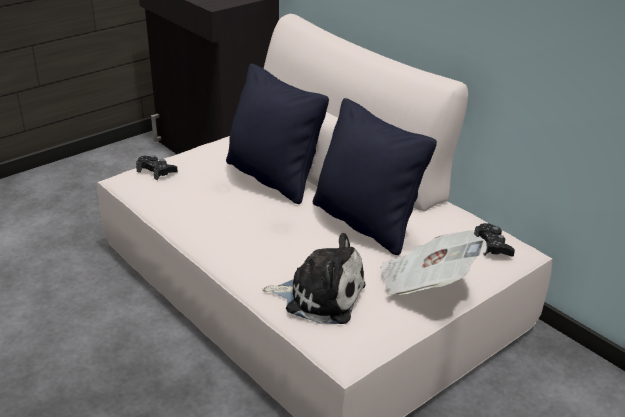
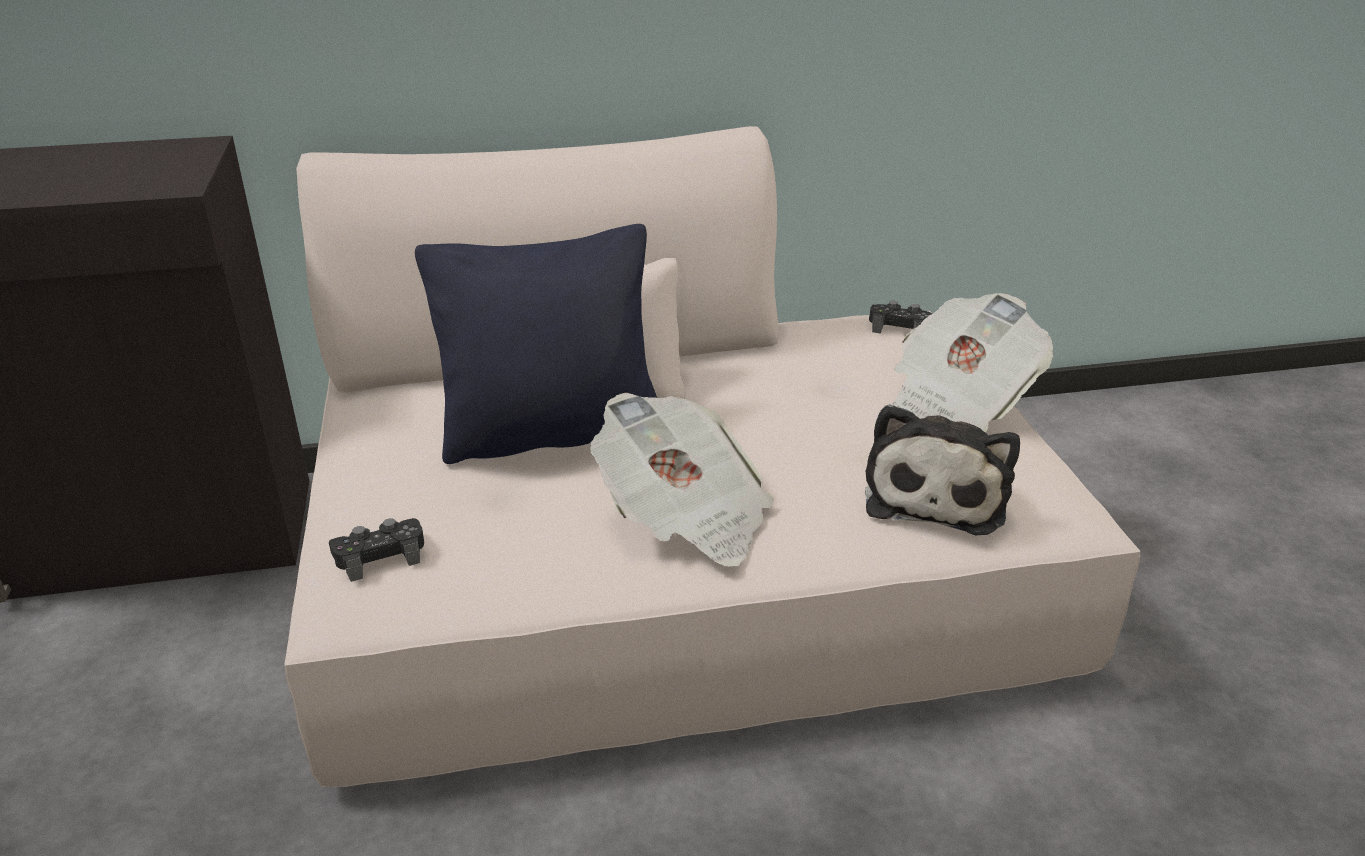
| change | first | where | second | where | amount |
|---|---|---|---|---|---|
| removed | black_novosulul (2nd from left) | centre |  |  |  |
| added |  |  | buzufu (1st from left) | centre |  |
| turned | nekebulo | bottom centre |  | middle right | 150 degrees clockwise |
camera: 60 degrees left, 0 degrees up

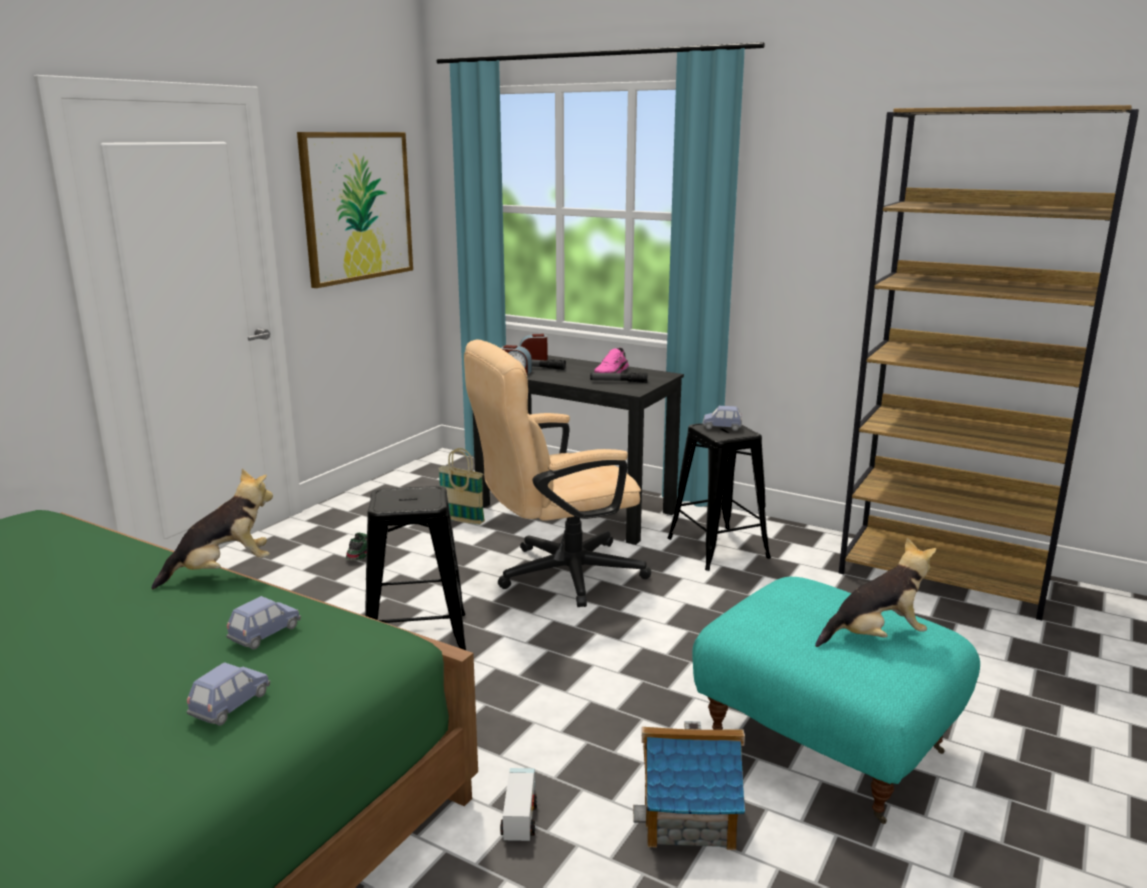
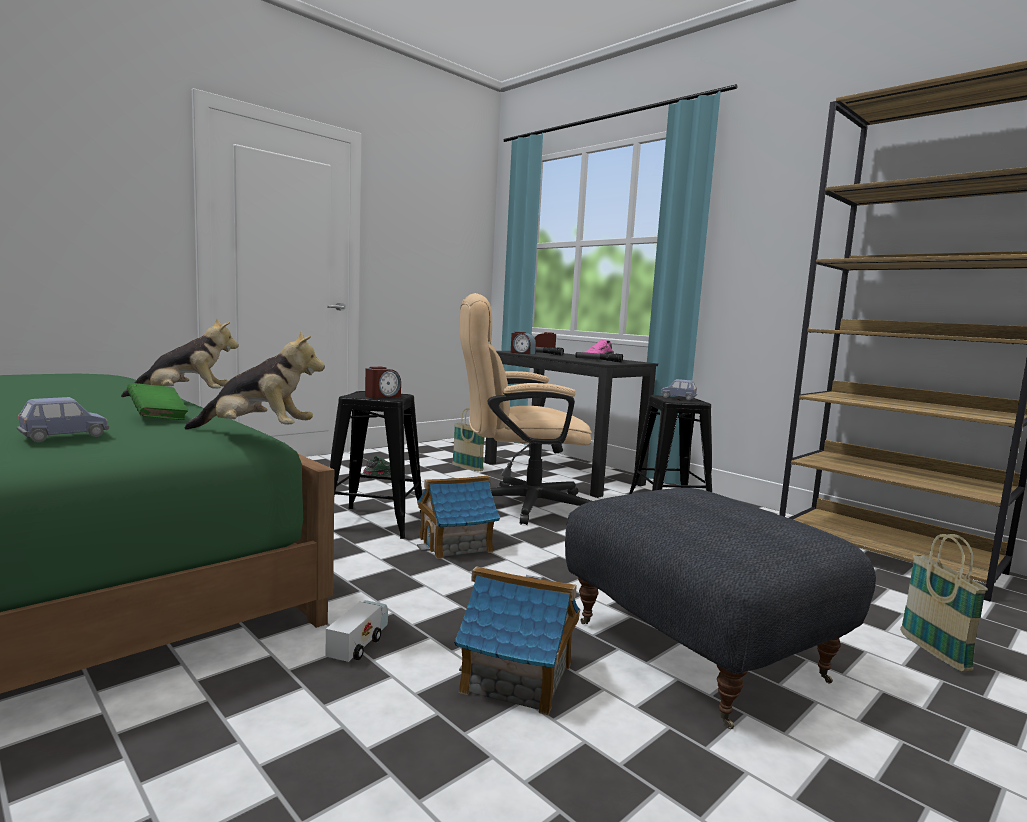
| change | first | where | second | where | amount |
|---|---|---|---|---|---|
| removed | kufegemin | top left |  |  |  |
| added |  |  | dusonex (1st from left) | centre |  |
| added |  |  | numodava (1st from left) | centre |  |
| added |  |  | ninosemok (2nd from left) | bottom right |  |
| moved | nekebulo (2nd from left) | bottom right |  | middle left |  |
| replaced | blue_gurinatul (2nd from left) | bottom left | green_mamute | middle left |  |
| recoloured | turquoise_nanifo | bottom right | grey_nanifo | bottom right |  |
camera: 15 degrees right, 10 degrees down

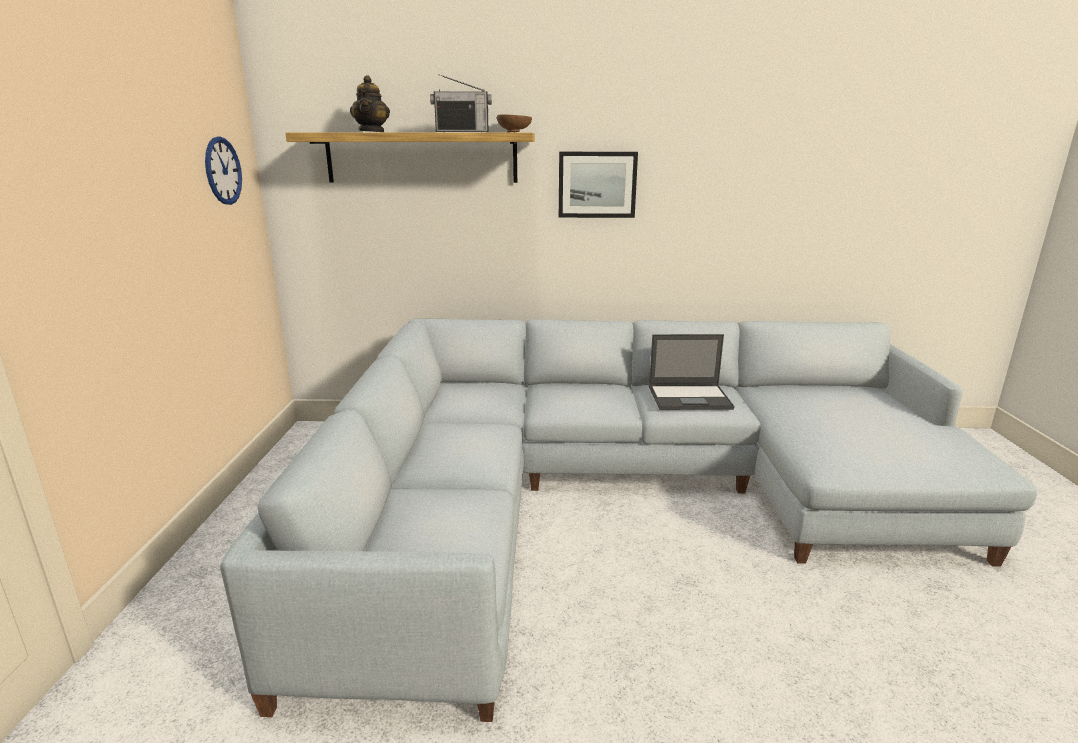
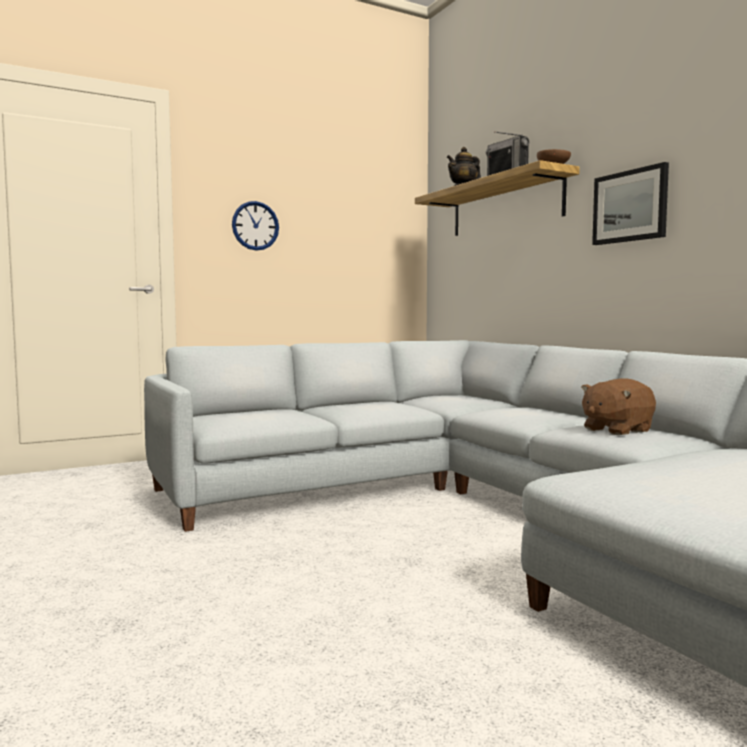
| change | first | where | second | where | amount |
|---|---|---|---|---|---|
| moved | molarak | top left |  | top centre |  |
| replaced | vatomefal | centre | brown_nekebulo | middle right |  |
camera: 60 degrees right, 15 degrees down

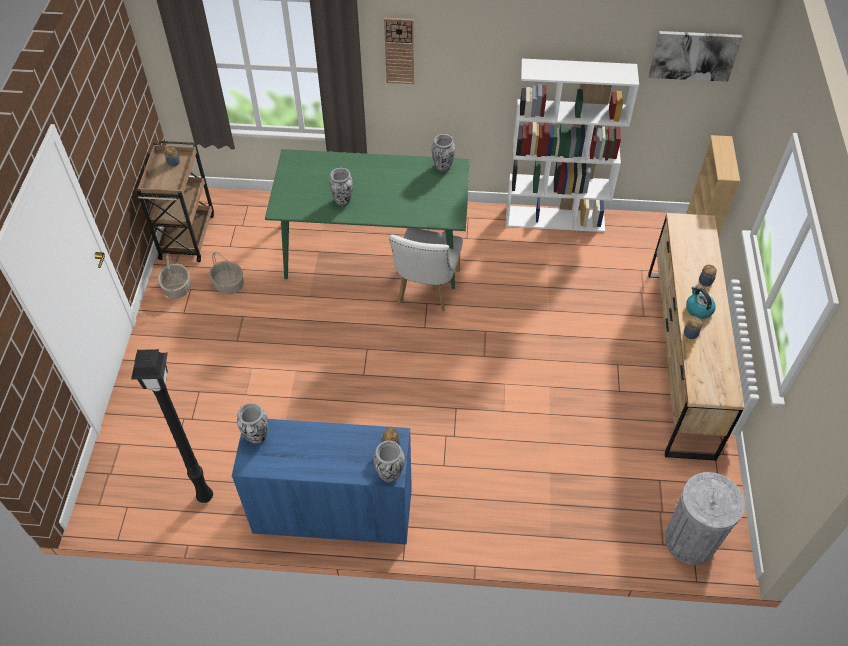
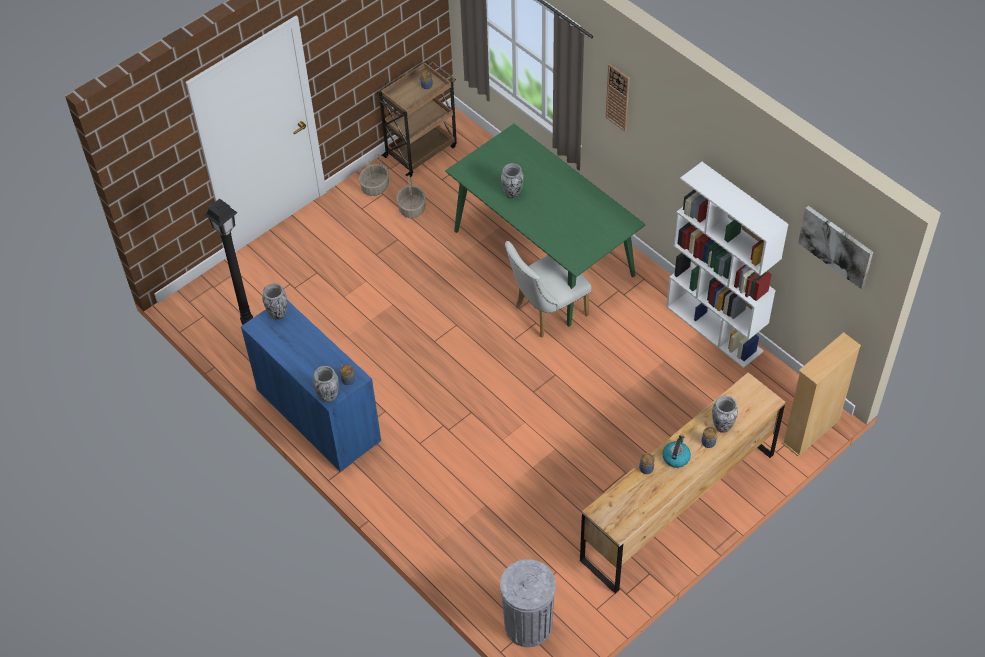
| change | first | where | second | where | amount |
|---|---|---|---|---|---|
| moved | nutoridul (4th from left) | top centre |  | middle right |  |
camera: 45 degrees right, 0 degrees up

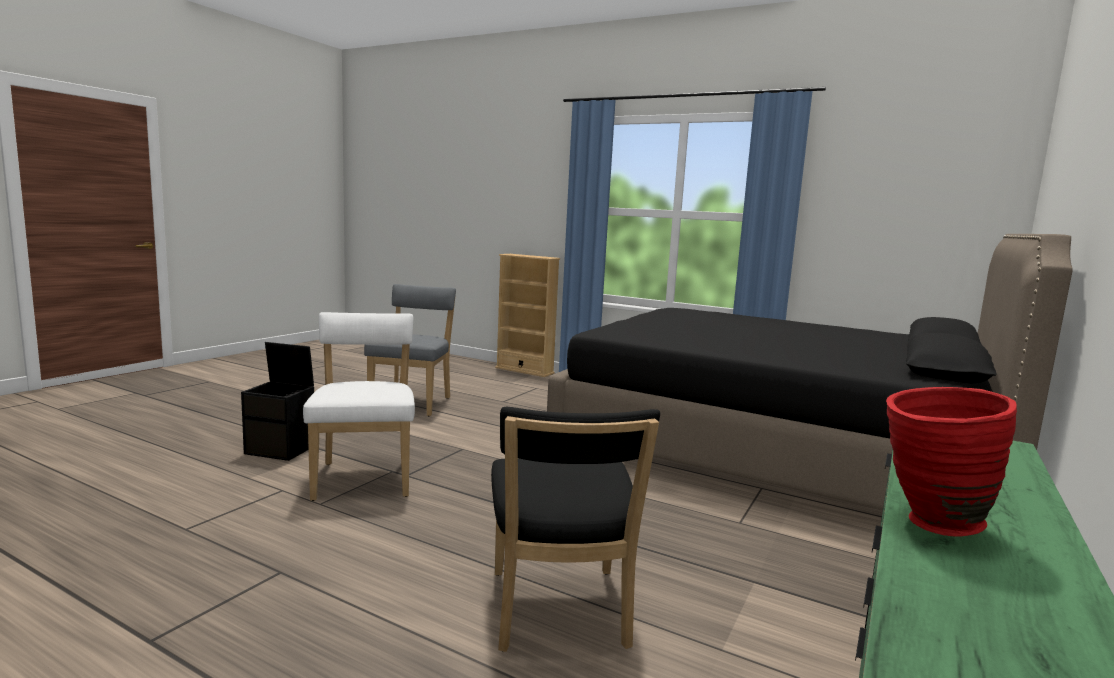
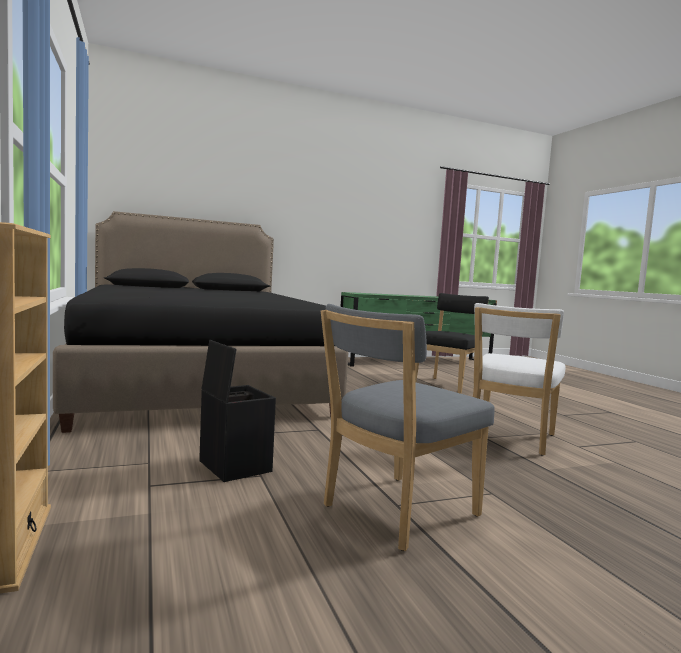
| change | first | where | second | where | amount |
|---|---|---|---|---|---|
| removed | red_nutoridul | bottom right |  |  |  |
| moved | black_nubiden | middle left |  | centre |  |
camera: 140 degrees left, 5 degrees down

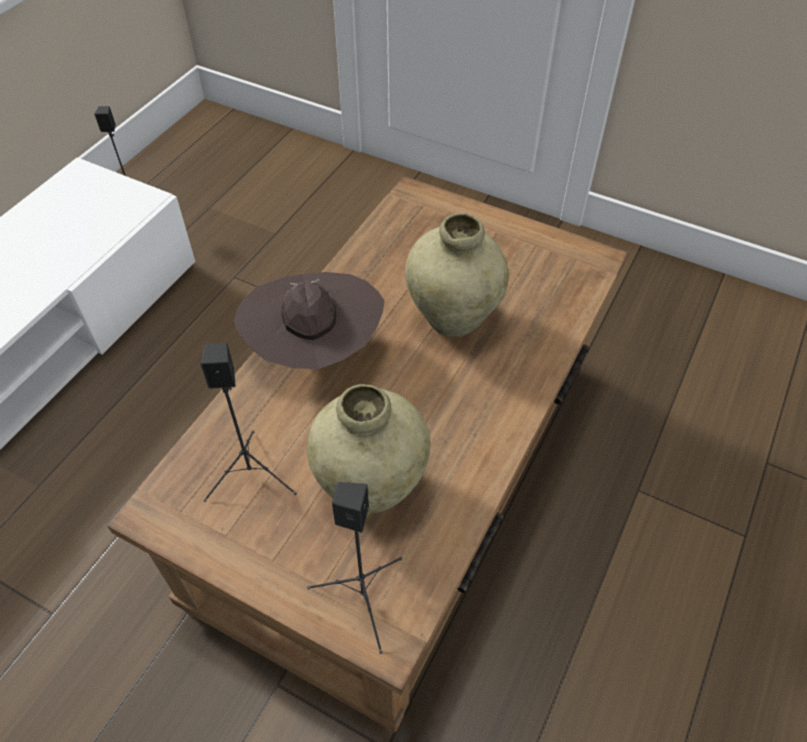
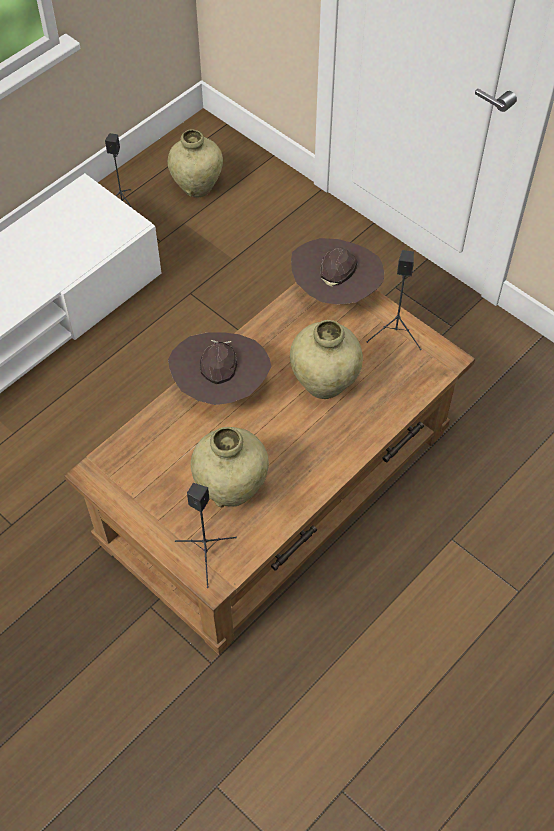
| change | first | where | second | where | amount |
|---|---|---|---|---|---|
| added |  |  | beige_nutoridul (1st from left) | top centre |  |
| added |  |  | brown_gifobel (2nd from left) | top centre |  |
| moved | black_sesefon (2nd from left in the first image) | middle left | black_sesefon (3rd from left) | middle right |  |
camera: 15 degrees right, 5 degrees up

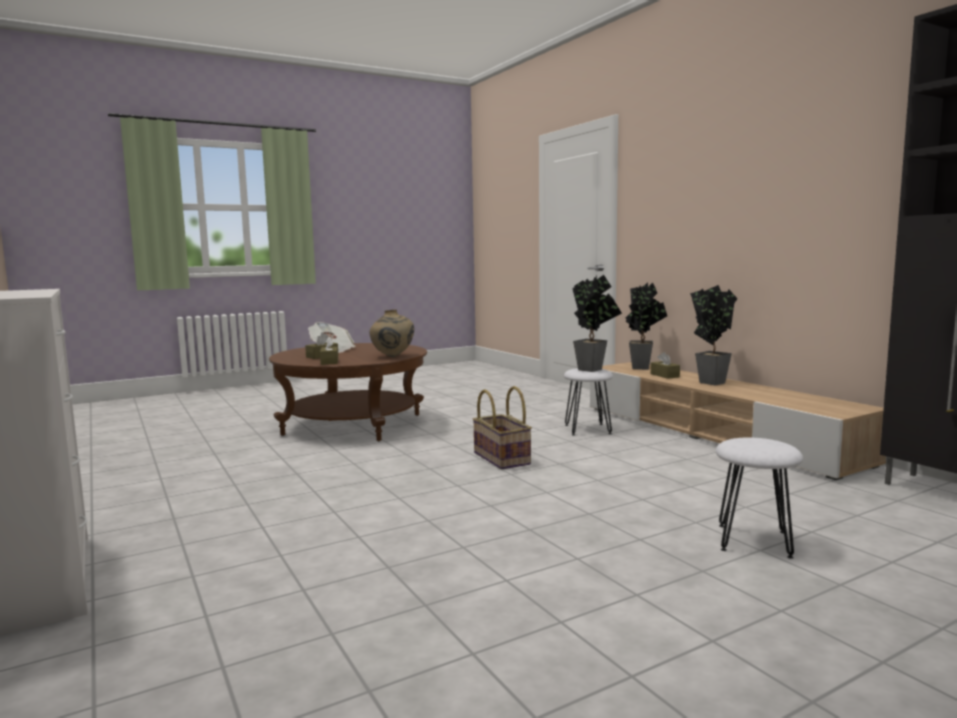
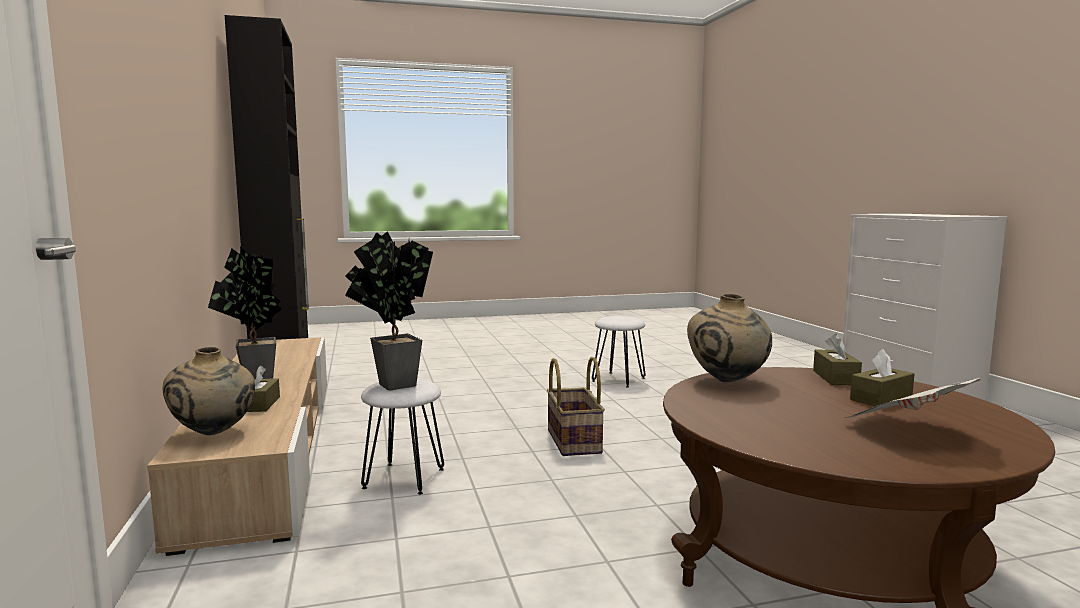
| change | first | where | second | where | amount |
|---|---|---|---|---|---|
| moved | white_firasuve (2nd from left) | bottom right |  | centre |  |
| replaced | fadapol (2nd from left) | middle right | beige_nutoridul (1st from left) | middle left |  |
camera: 165 degrees left, 0 degrees up

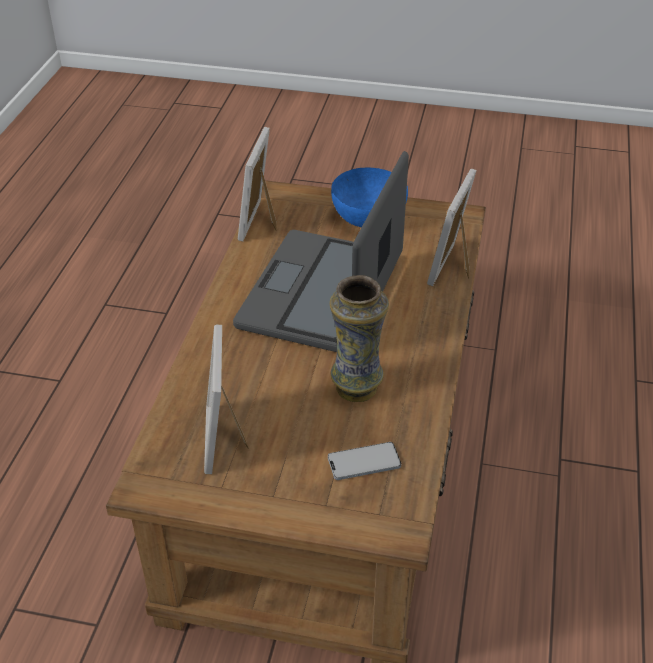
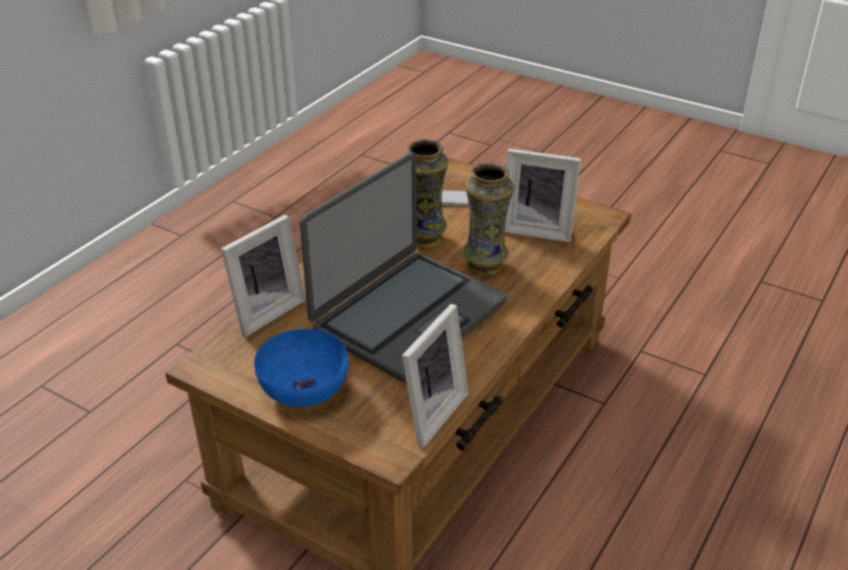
| change | first | where | second | where | amount |
|---|---|---|---|---|---|
| added |  |  | nutoridul (2nd from left) | centre |  |
| turned | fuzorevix (1st from left in the first image) | centre | fuzorevix (3rd from left) | centre | 90 degrees clockwise |
camera: 160 degrees left, 5 degrees down

